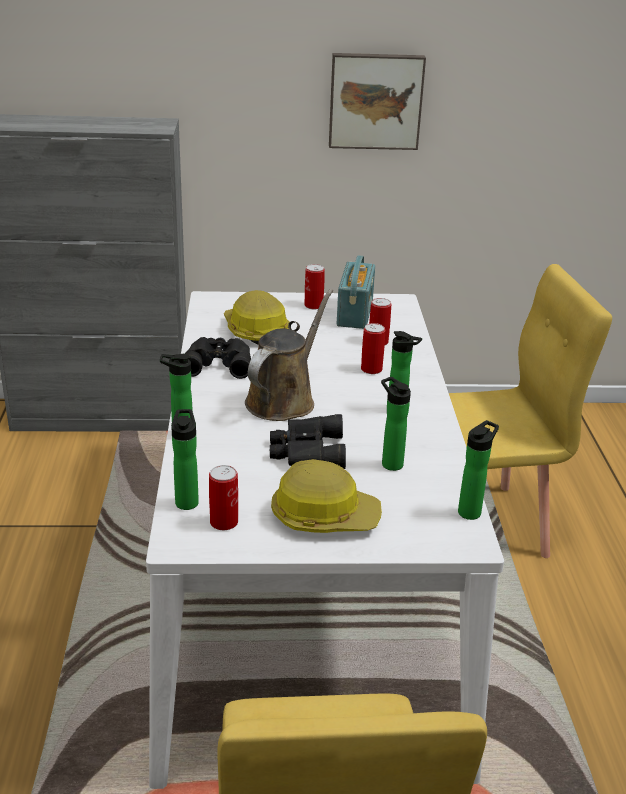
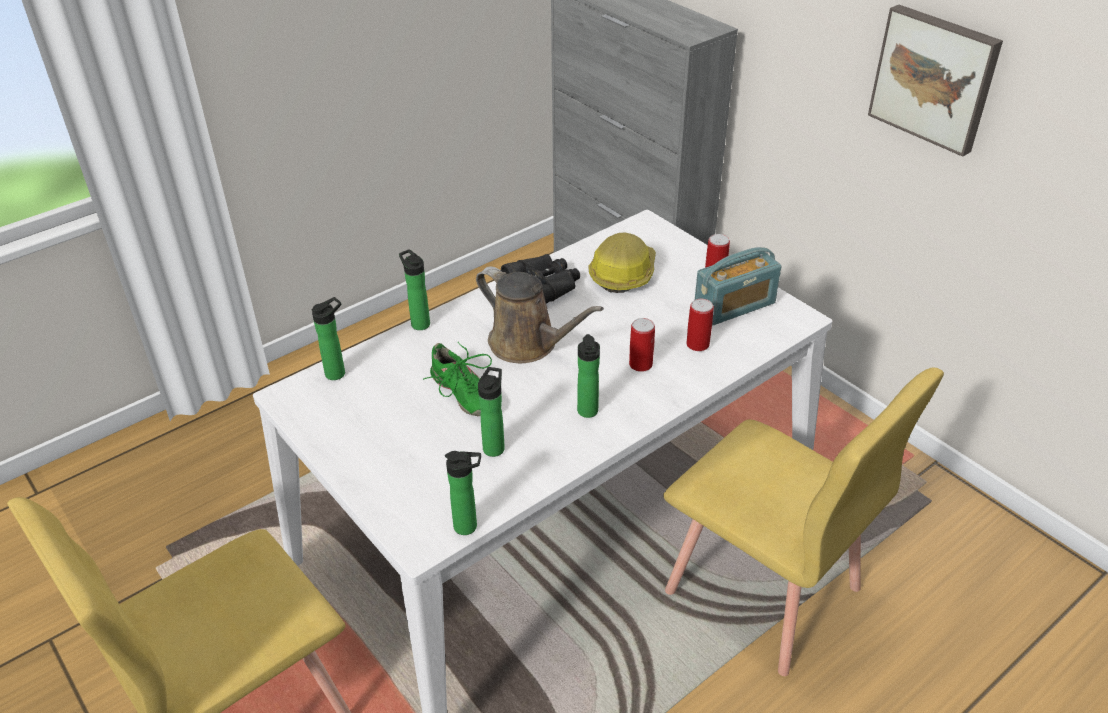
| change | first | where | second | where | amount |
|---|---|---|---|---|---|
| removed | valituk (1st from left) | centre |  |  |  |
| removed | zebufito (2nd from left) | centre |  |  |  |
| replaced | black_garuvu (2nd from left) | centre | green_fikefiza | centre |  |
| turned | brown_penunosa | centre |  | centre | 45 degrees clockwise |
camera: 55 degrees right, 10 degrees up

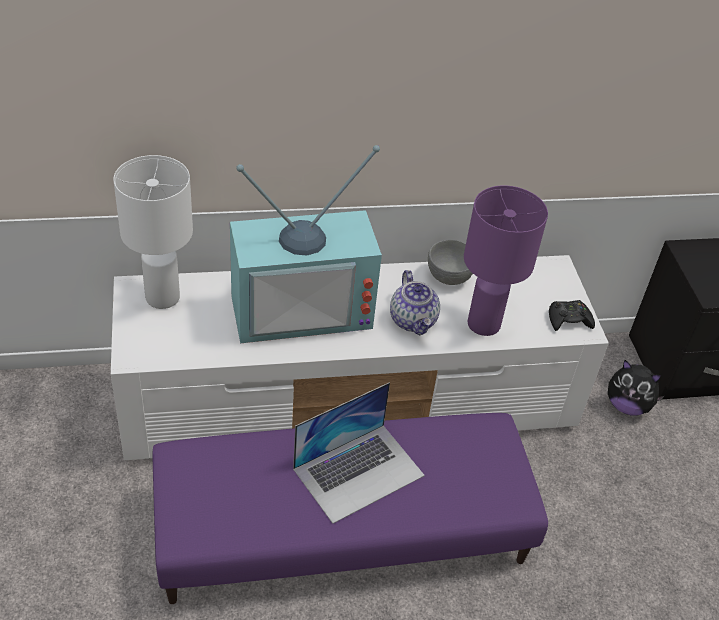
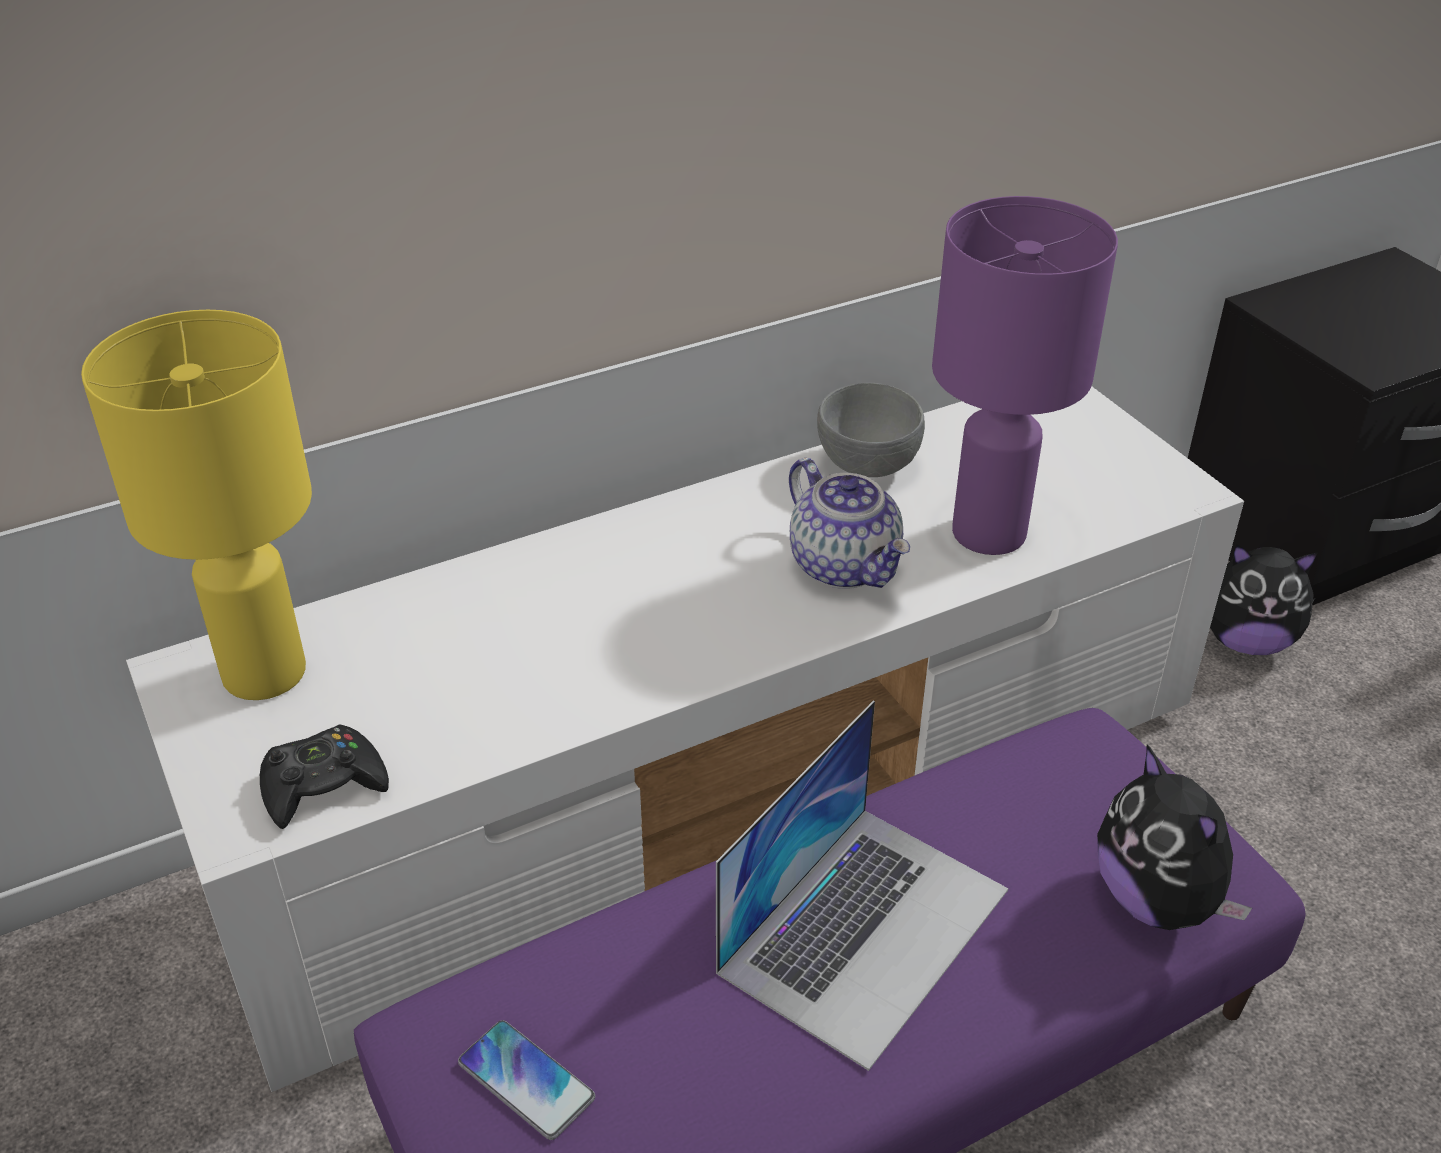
| change | first | where | second | where | amount |
|---|---|---|---|---|---|
| removed | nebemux | centre |  |  |  |
| added |  |  | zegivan | bottom centre |  |
| added |  |  | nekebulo (1st from left) | bottom right |  |
| moved | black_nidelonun | middle right |  | bottom left |  |
| recoloured | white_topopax | middle left | yellow_topopax | middle left |  |
camera: 15 degrees left, 5 degrees down

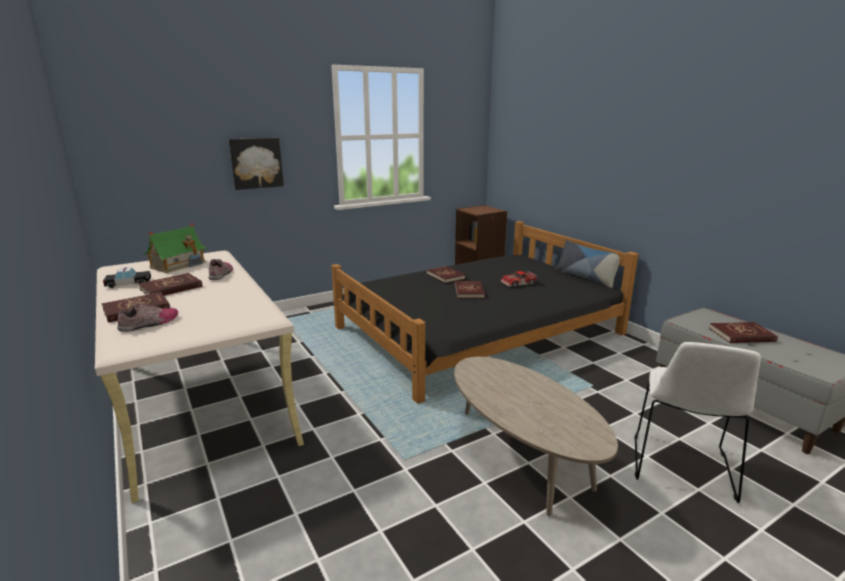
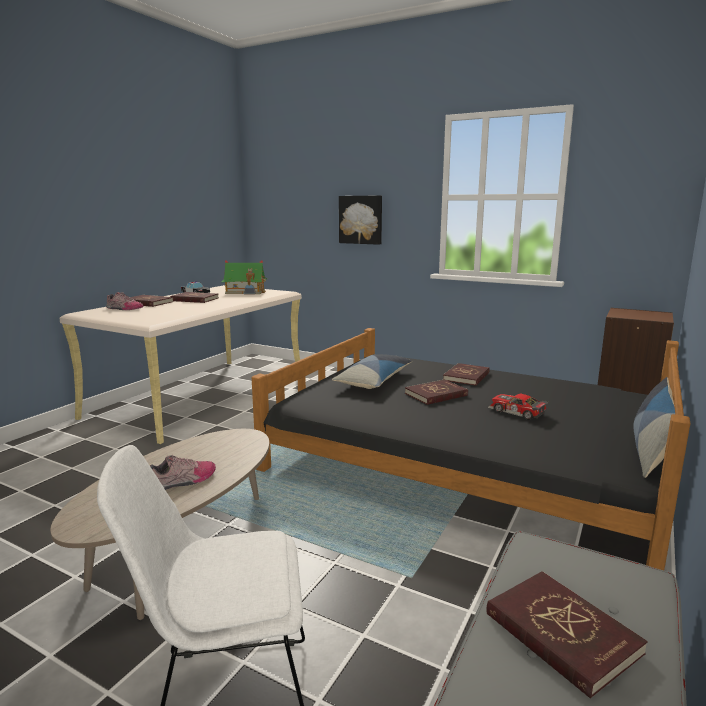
| change | first | where | second | where | amount |
|---|---|---|---|---|---|
| added |  |  | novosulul (1st from left) | centre |  |
| moved | fikefiza (2nd from left) | middle left |  | bottom left |  |
camera: 60 degrees right, 5 degrees down

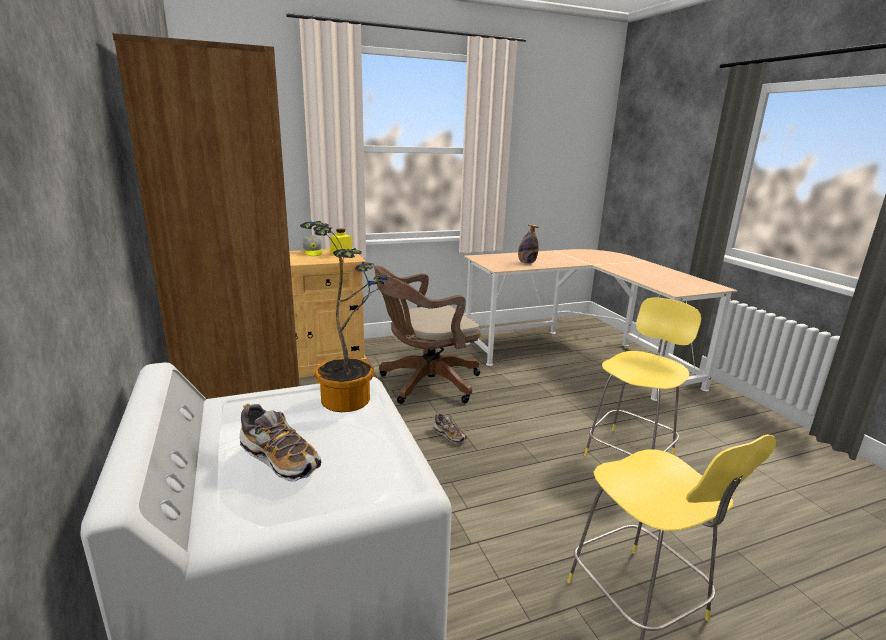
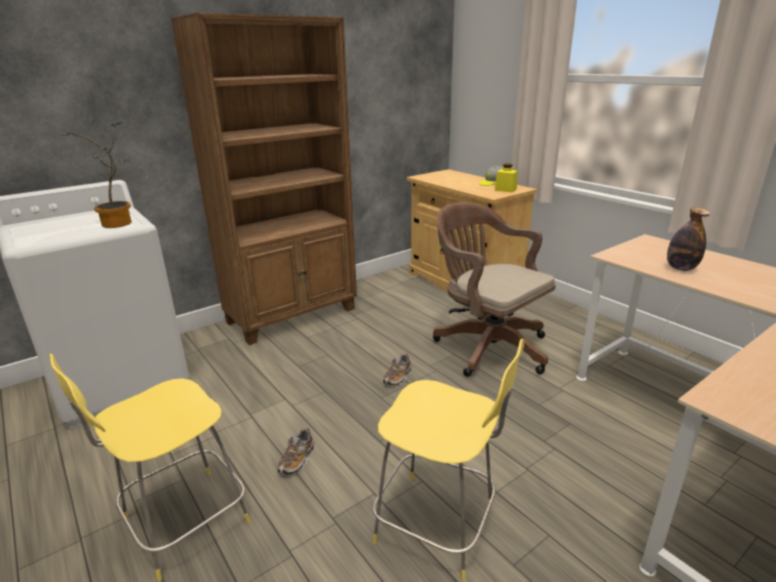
| change | first | where | second | where | amount |
|---|---|---|---|---|---|
| moved | fikefiza (1st from left) | bottom left |  | bottom centre |  |
camera: 75 degrees right, 5 degrees up

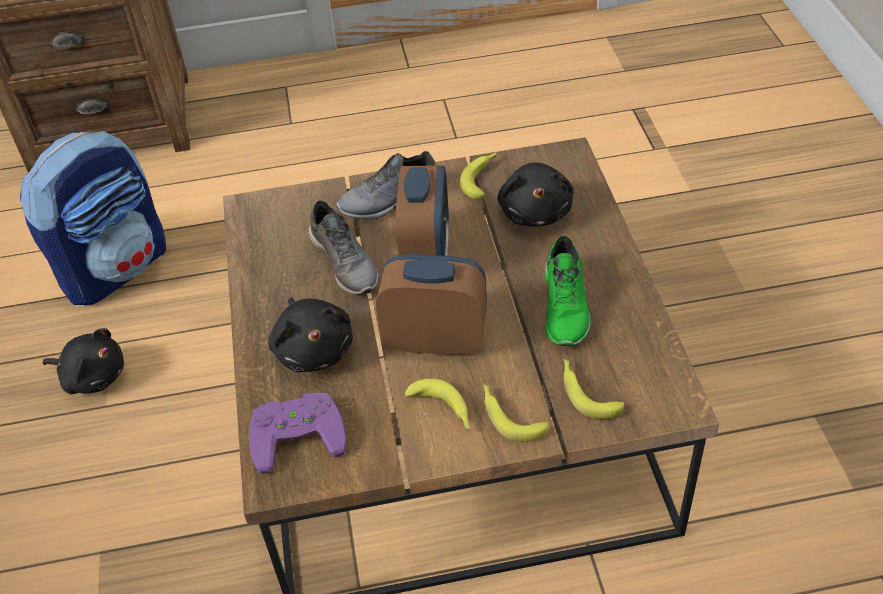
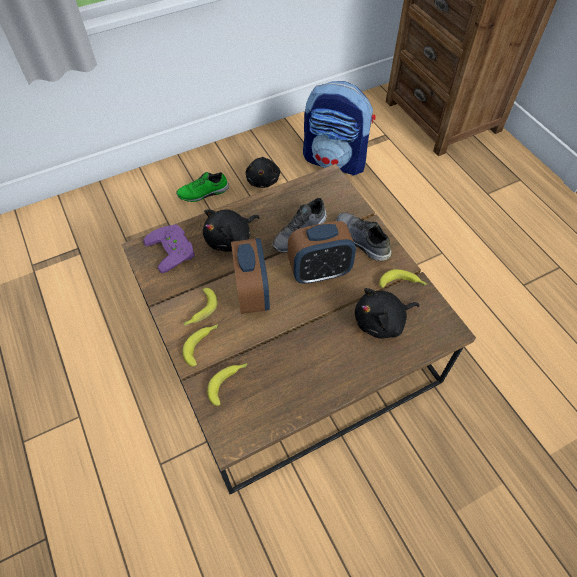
| change | first | where | second | where | amount |
|---|---|---|---|---|---|
| moved | green_fikefiza | centre |  | top centre |  |
camera: 70 degrees right, 10 degrees up

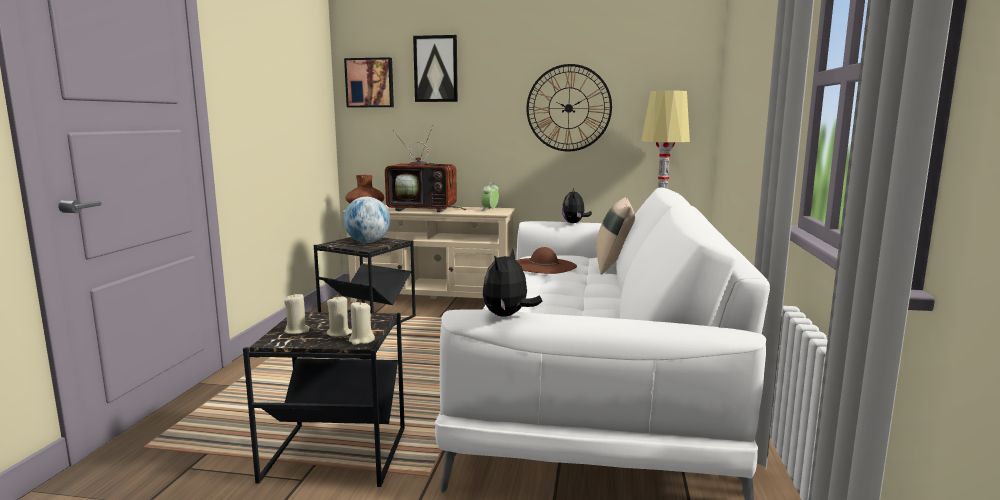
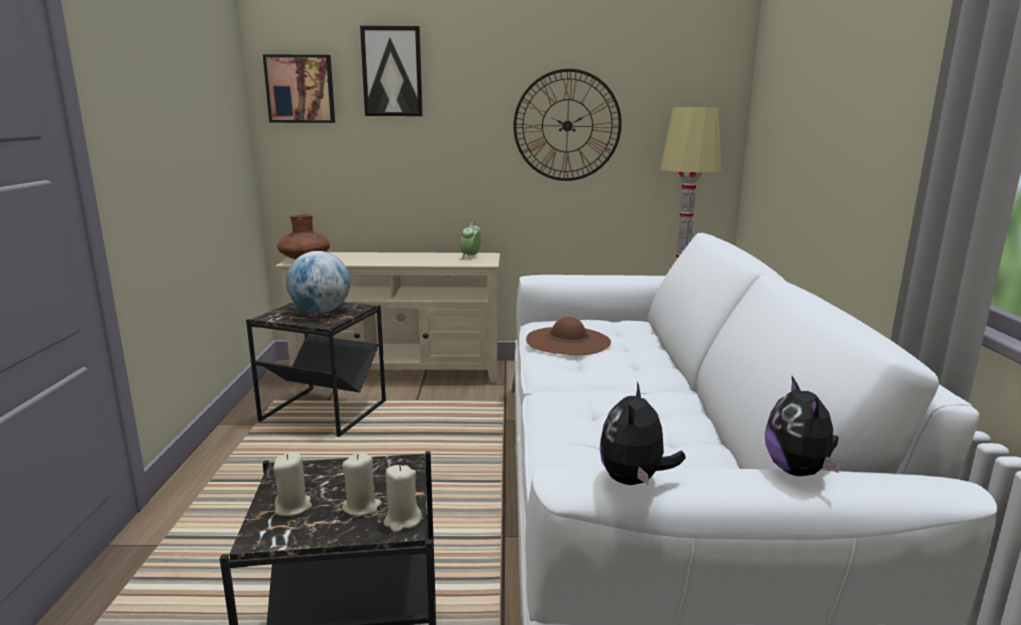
| change | first | where | second | where | amount |
|---|---|---|---|---|---|
| removed | nebemux | centre |  |  |  |
| removed | beige_novosulul | centre |  |  |  |
| moved | nekebulo (2nd from left) | centre |  | bottom right |  |
camera: 10 degrees left, 5 degrees up

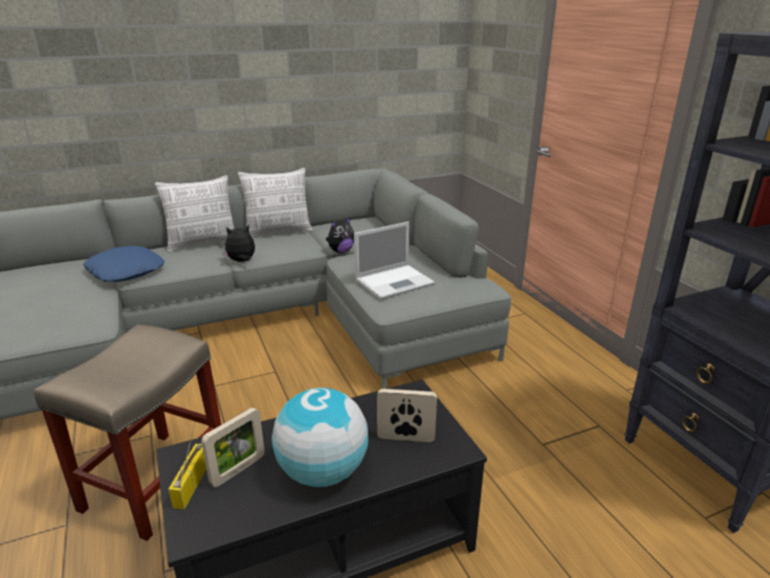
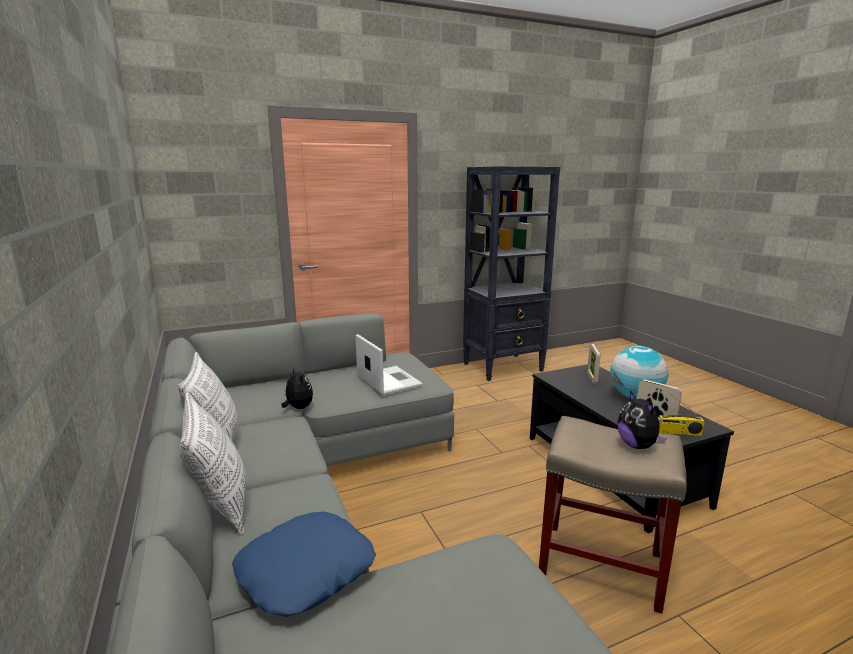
| change | first | where | second | where | amount |
|---|---|---|---|---|---|
| moved | nekebulo (1st from left in the first image) | middle left | nekebulo (2nd from left) | middle right |  |
camera: 90 degrees left, 10 degrees down

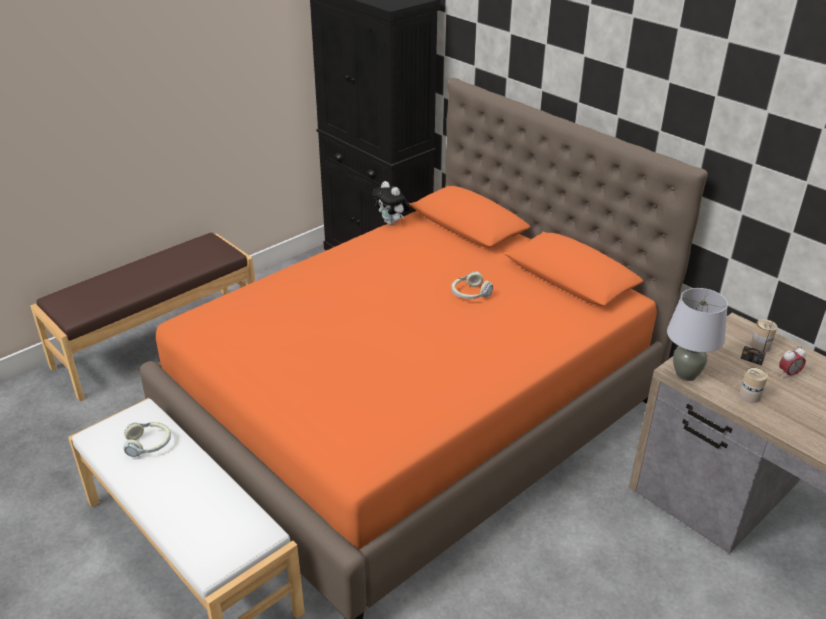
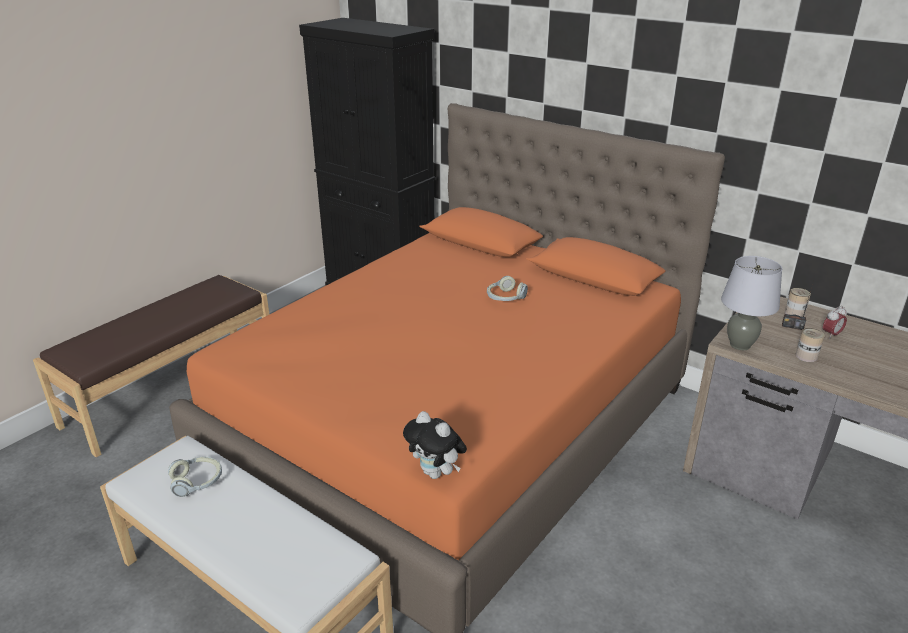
| change | first | where | second | where | amount |
|---|---|---|---|---|---|
| moved | nekebulo | top centre |  | bottom centre |  |
camera: 10 degrees left, 5 degrees down

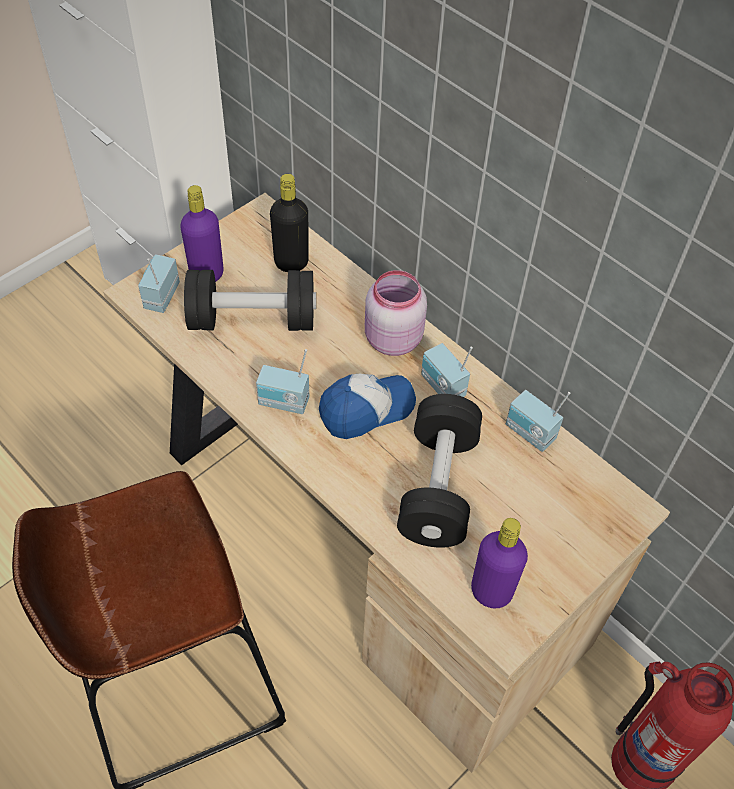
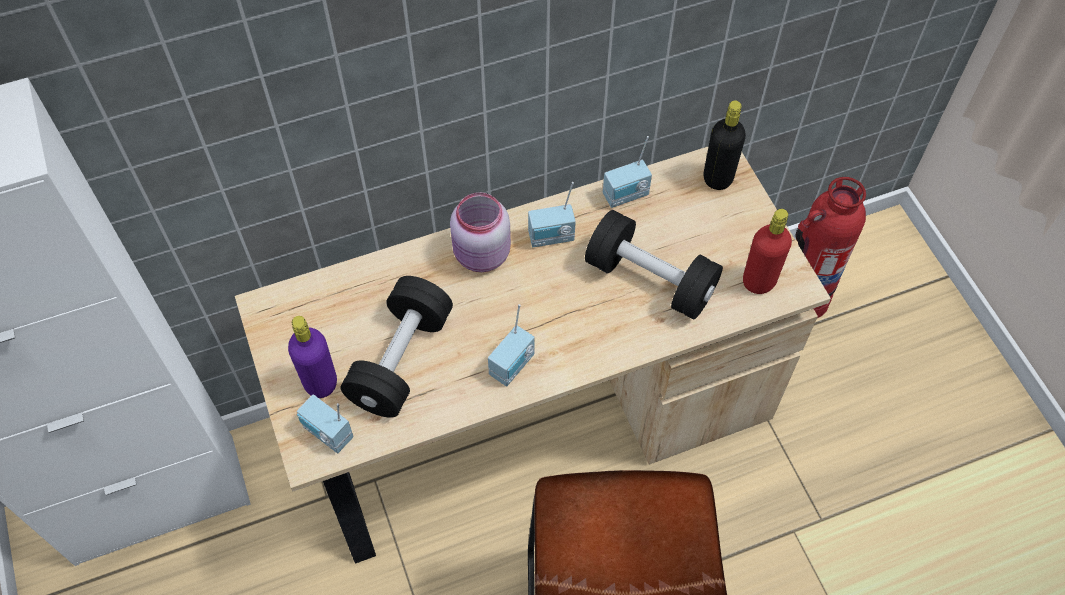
| change | first | where | second | where | amount |
|---|---|---|---|---|---|
| removed | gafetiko | centre |  |  |  |
| moved | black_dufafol | top centre |  | top right |  |
| recoloured | purple_dufafol (2nd from left) | bottom right | red_dufafol | middle right |  |
camera: 65 degrees left, 5 degrees up

